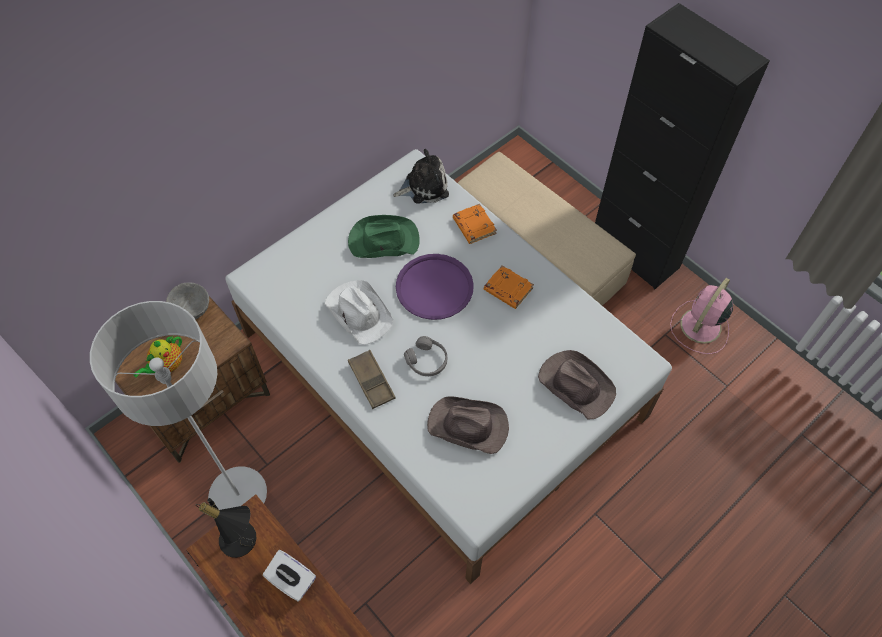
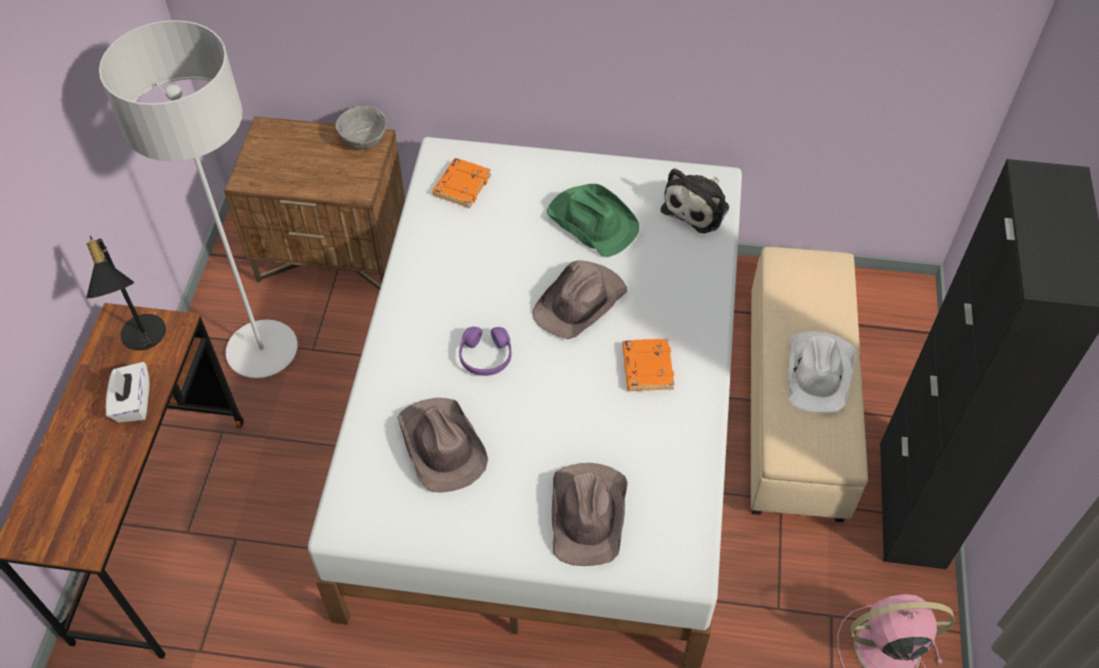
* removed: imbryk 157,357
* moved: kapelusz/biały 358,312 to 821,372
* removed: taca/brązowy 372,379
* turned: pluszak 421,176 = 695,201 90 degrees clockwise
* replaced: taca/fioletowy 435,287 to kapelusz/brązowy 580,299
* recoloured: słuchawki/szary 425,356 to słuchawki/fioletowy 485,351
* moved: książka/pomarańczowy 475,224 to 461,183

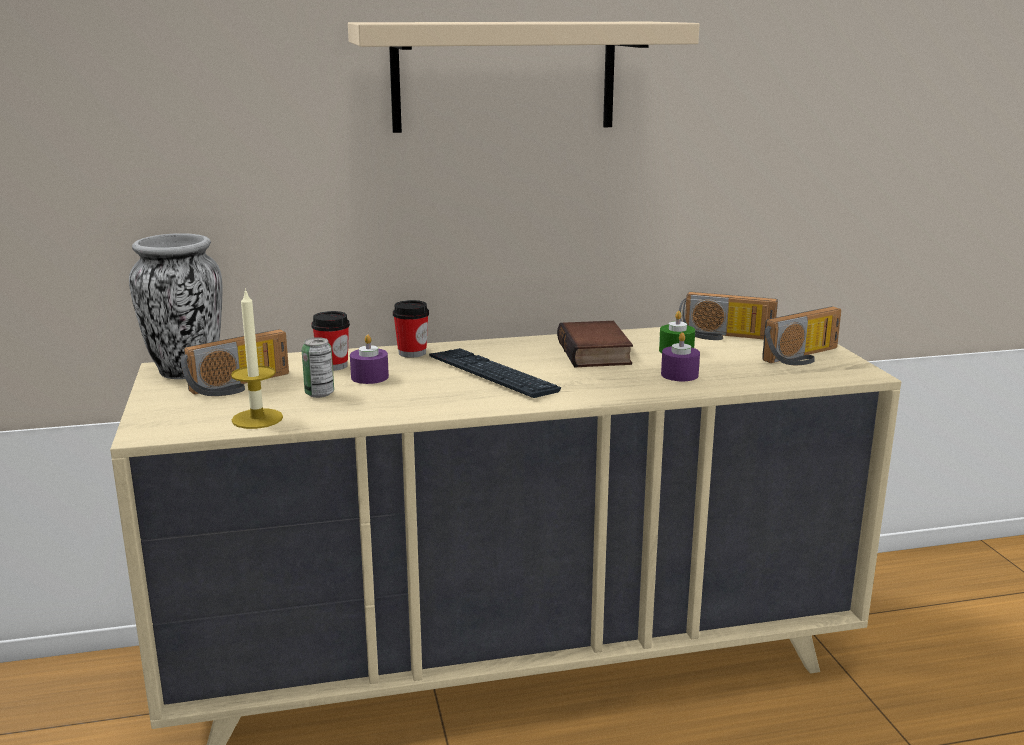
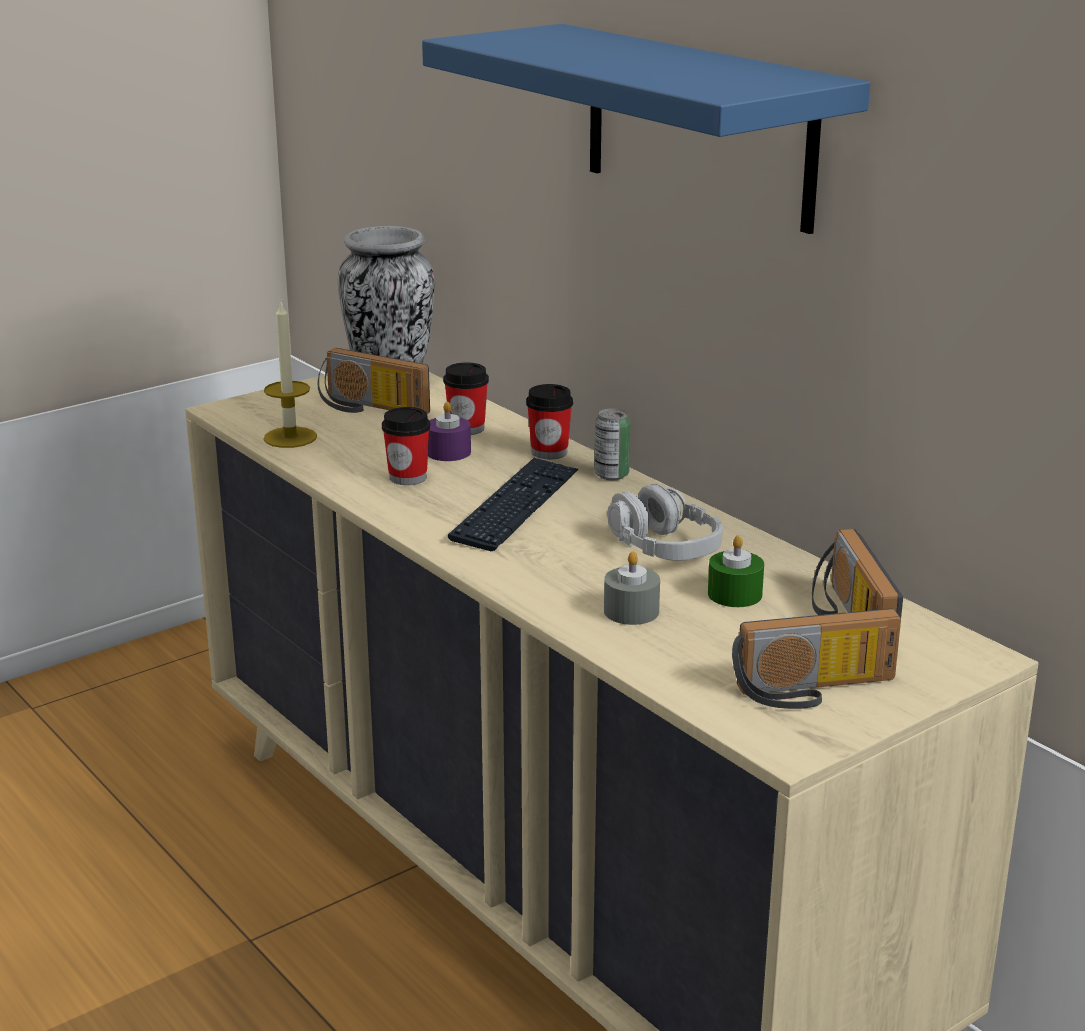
* moved: puszka 318,367 to 612,444
* recoloured: półka/beżowy 524,77 to półka/niebieski 646,129
* replaced: książka 595,344 to słuchawki/szary 665,522
* recoloured: świeca/fioletowy 680,356 to świeca/szary 632,588
* turned: radio 801,335 = 816,658 45 degrees counterclockwise
* added: filiżanka 406,446

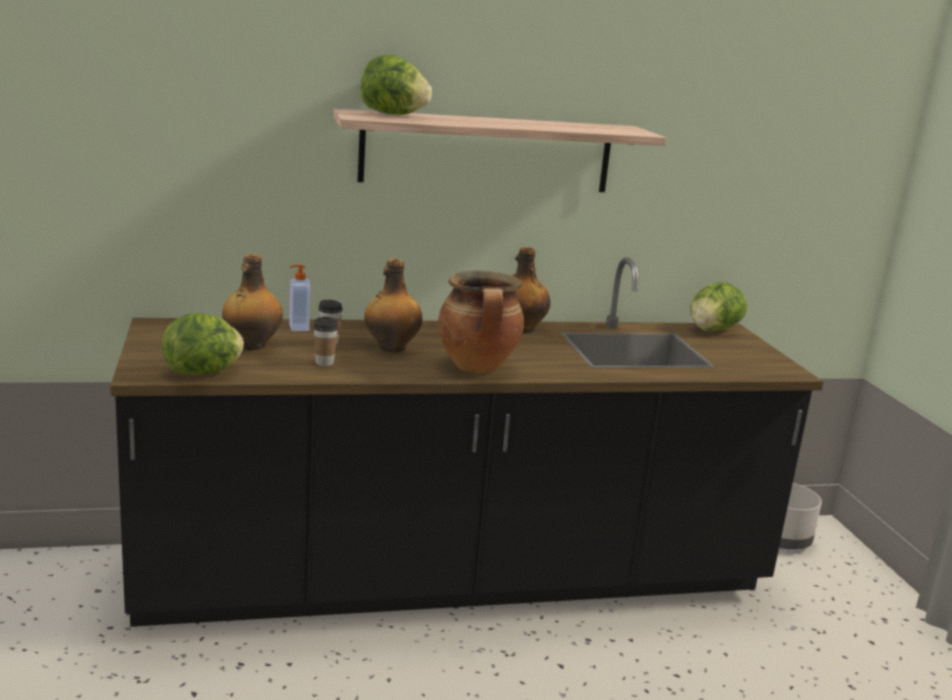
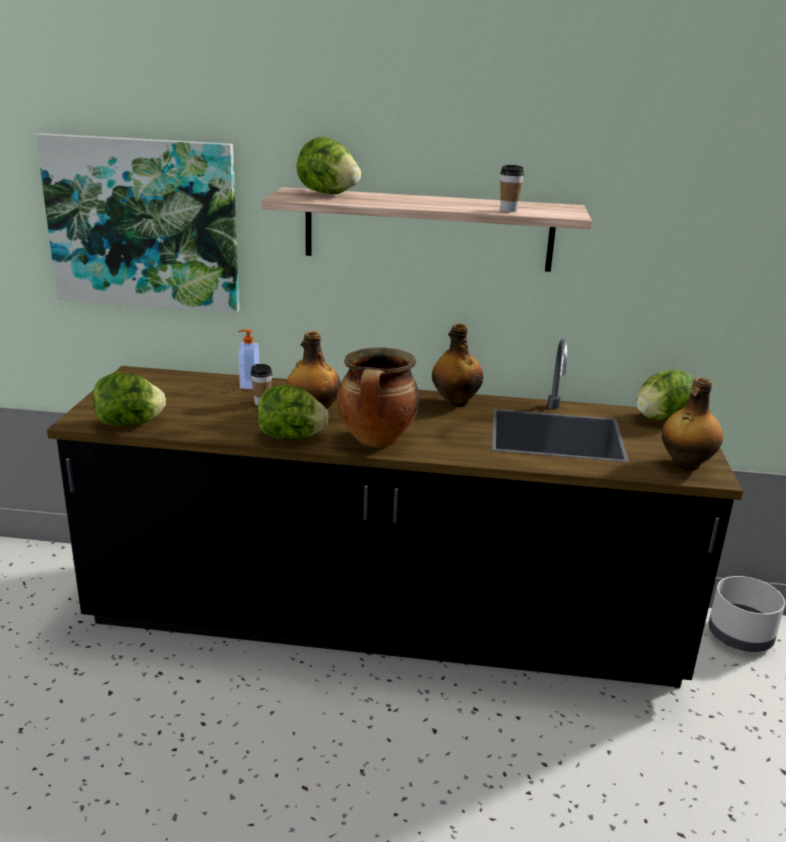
* moved: butelka 252,302 to 692,423
* moved: filiżanka 326,341 to 512,188
* added: obraz 137,223
* added: sałata 293,412

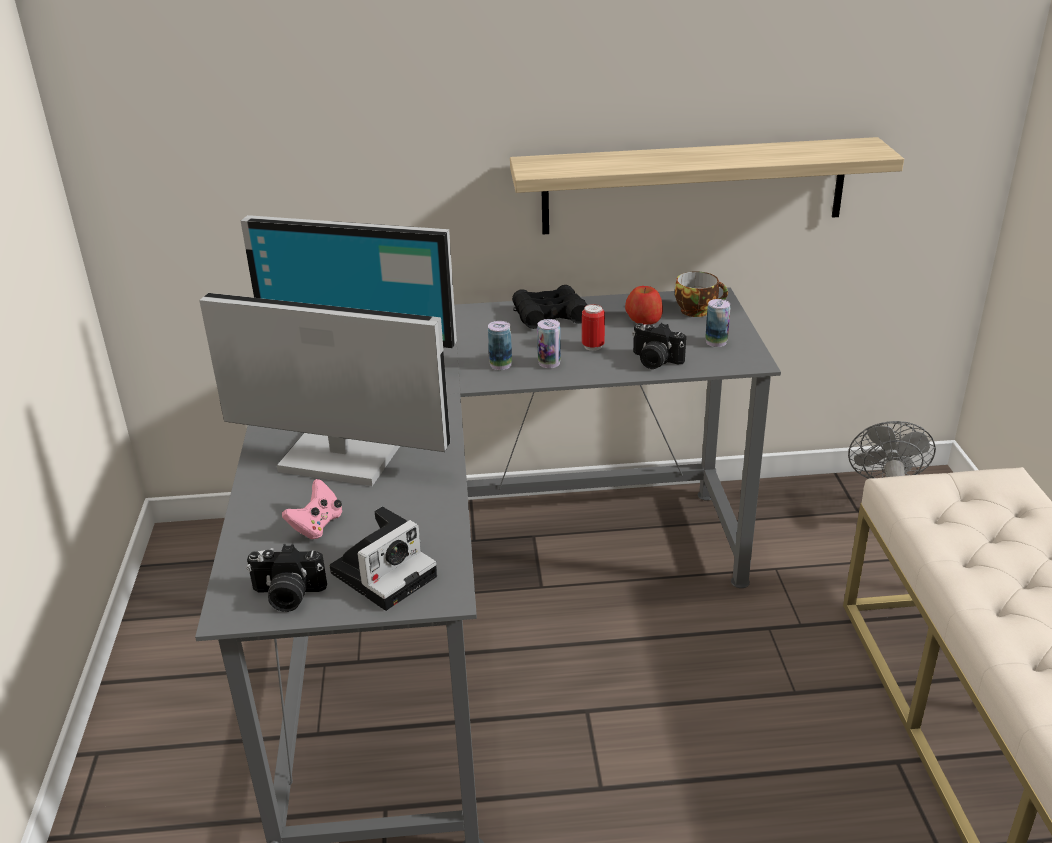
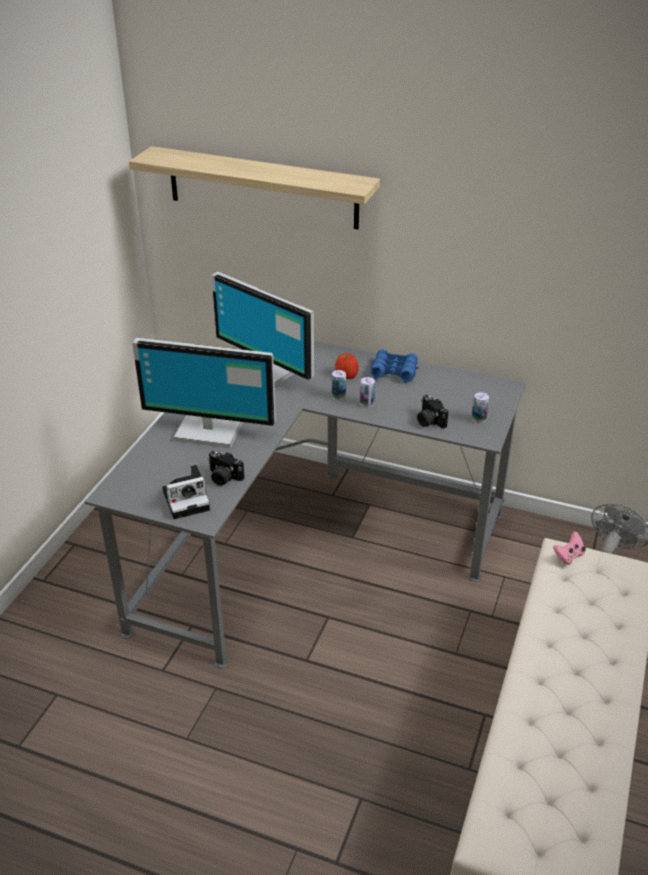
* turned: monitor 324,389 = 204,393 150 degrees clockwise
* moved: aparat fotograficzny 286,578 to 226,468
* moved: pad do gier/różowy 312,509 to 569,548
* moved: półka 707,185 to 254,187
* recoloured: lornetka/czarny 549,307 to lornetka/niebieski 394,365
* removed: puszka 593,327
* moved: jabłko 644,305 to 347,366
* removed: filiżanka 701,294

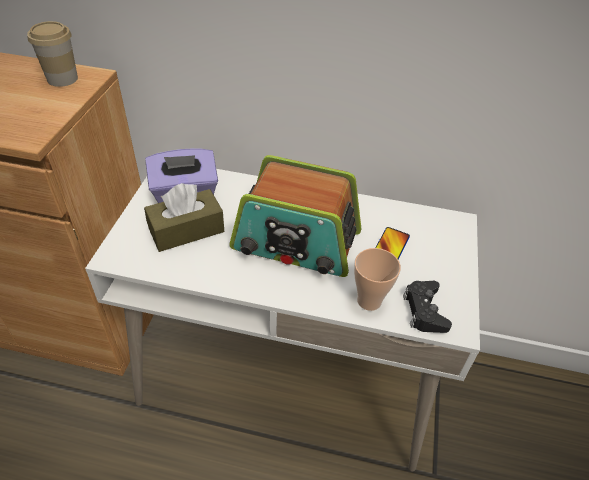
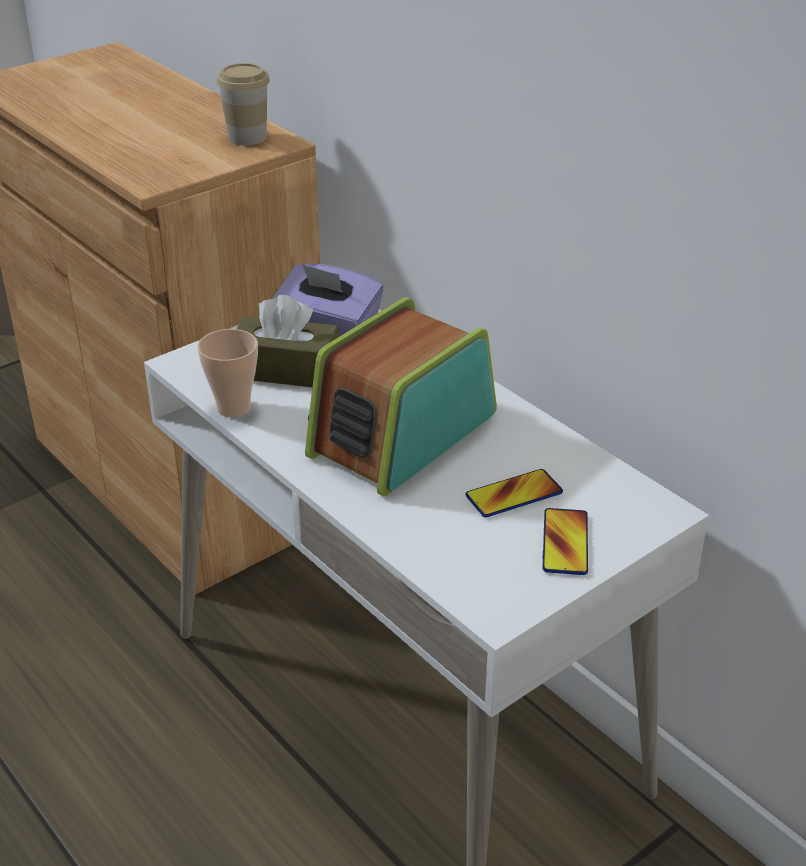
* turned: radio 295,216 = 401,397 75 degrees clockwise
* moved: filiżanka 377,279 to 227,373
* removed: pad do gier/czarny 427,307
* added: telefon 565,541

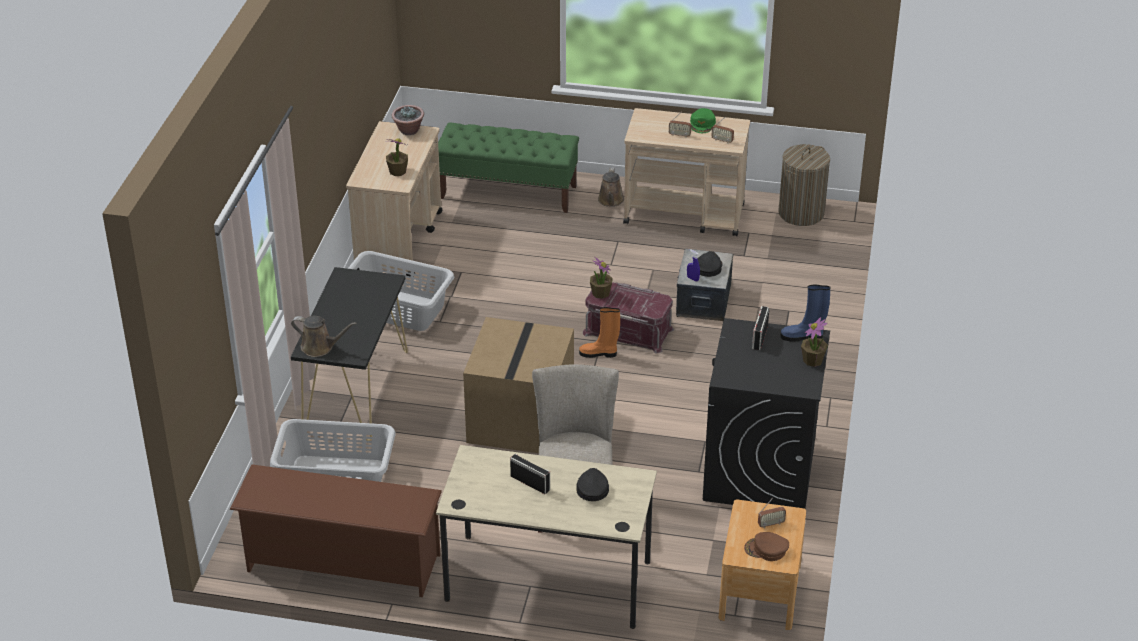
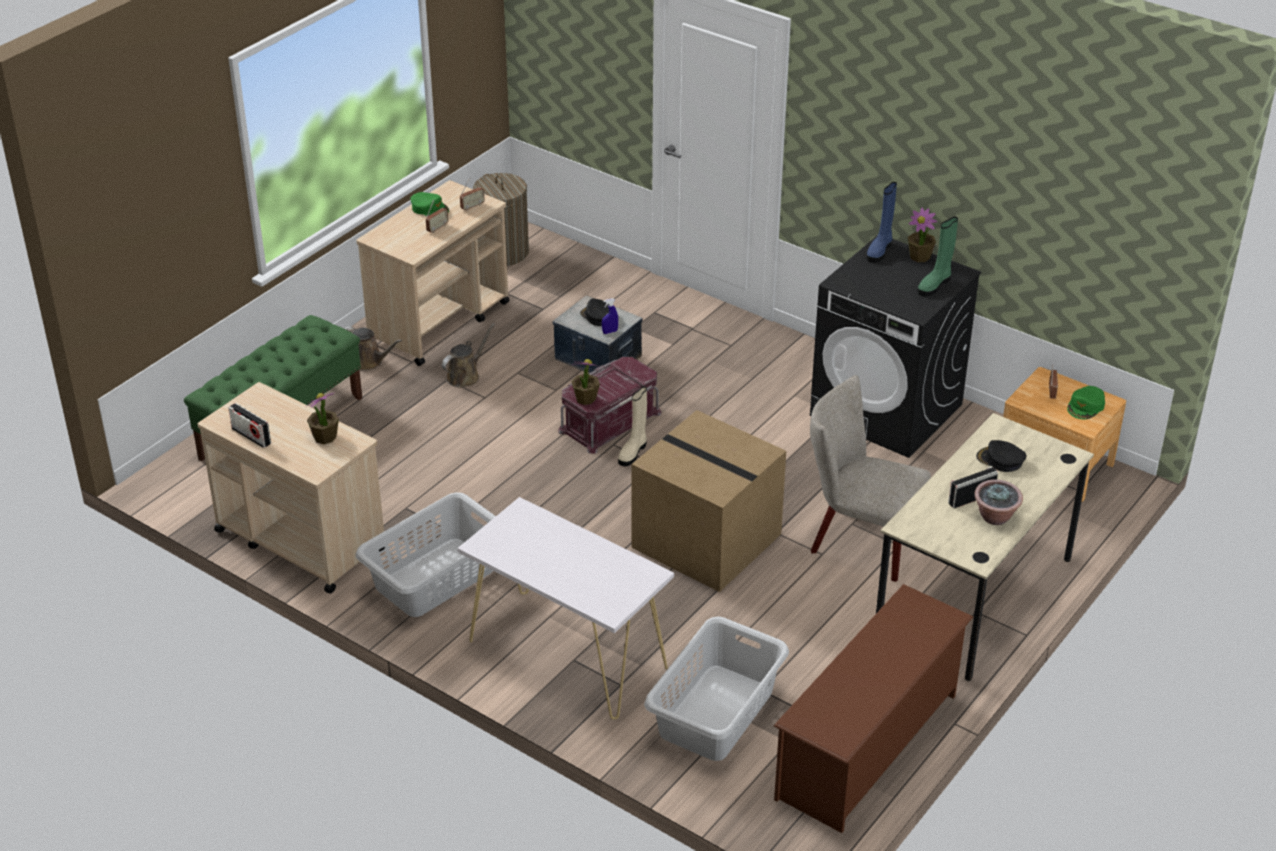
* recoloured: stolik konsolowy/czarny 349,354 to stolik konsolowy/biały 566,608
* moved: konewka/brązowy 324,336 to 468,355
* moved: roślina doniczkowa 408,120 to 998,502
* recoloured: but z cholewką/pomarańczowy 599,332 to but z cholewką/beżowy 632,426
* recoloured: czapka z daszkiem/brązowy 766,546 to czapka z daszkiem/zielony 1086,402
* moved: radio 760,328 to 249,425
* added: but z cholewką/zielony 938,257

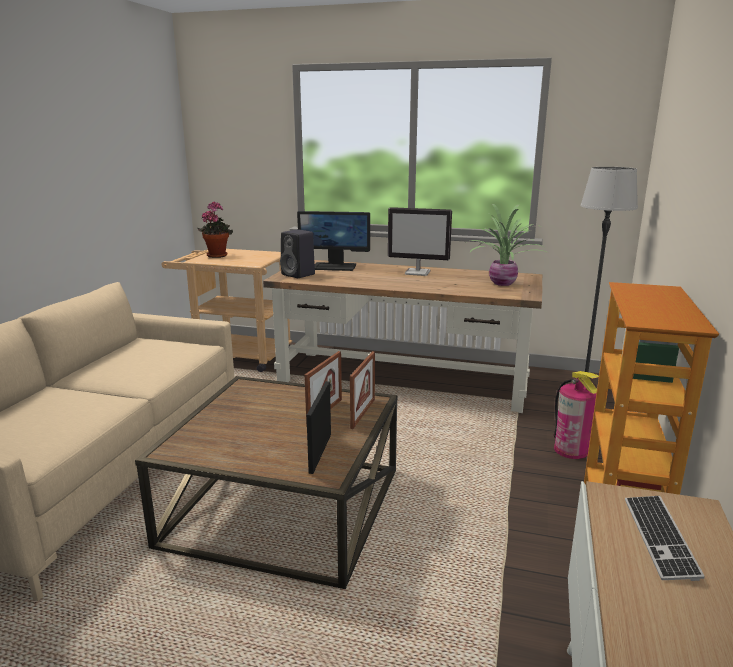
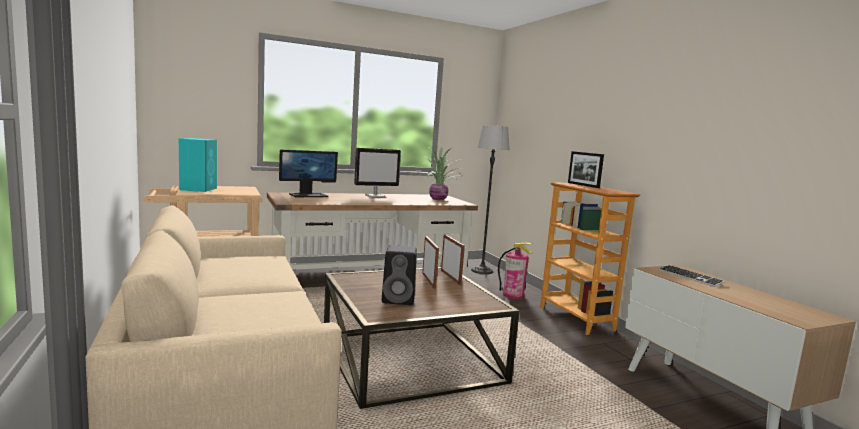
* replaced: roślina doniczkowa 215,229 to głośnik/turkusowy 198,165
* moved: głośnik/czarny 297,253 to 399,275
* moved: ramka na zdjęcie 318,427 to 586,169

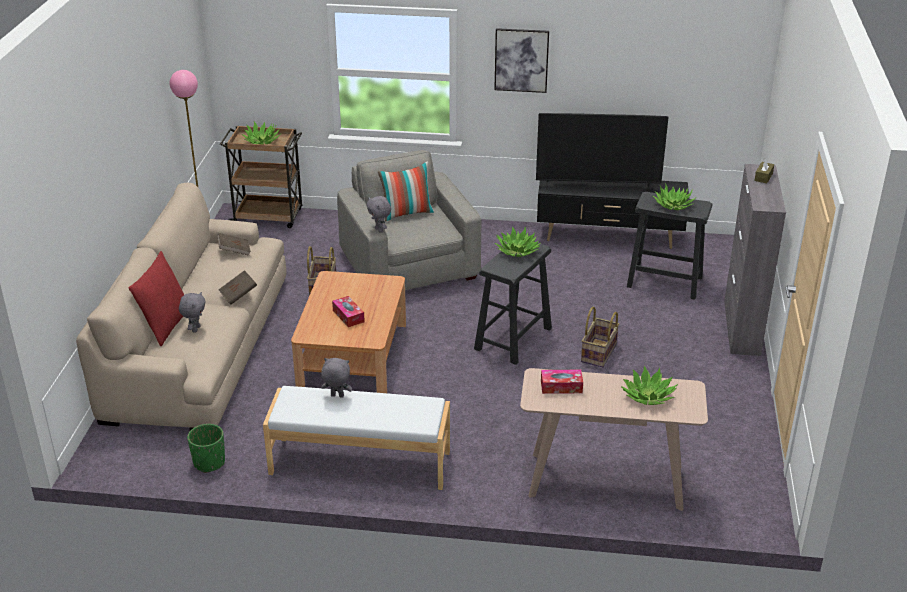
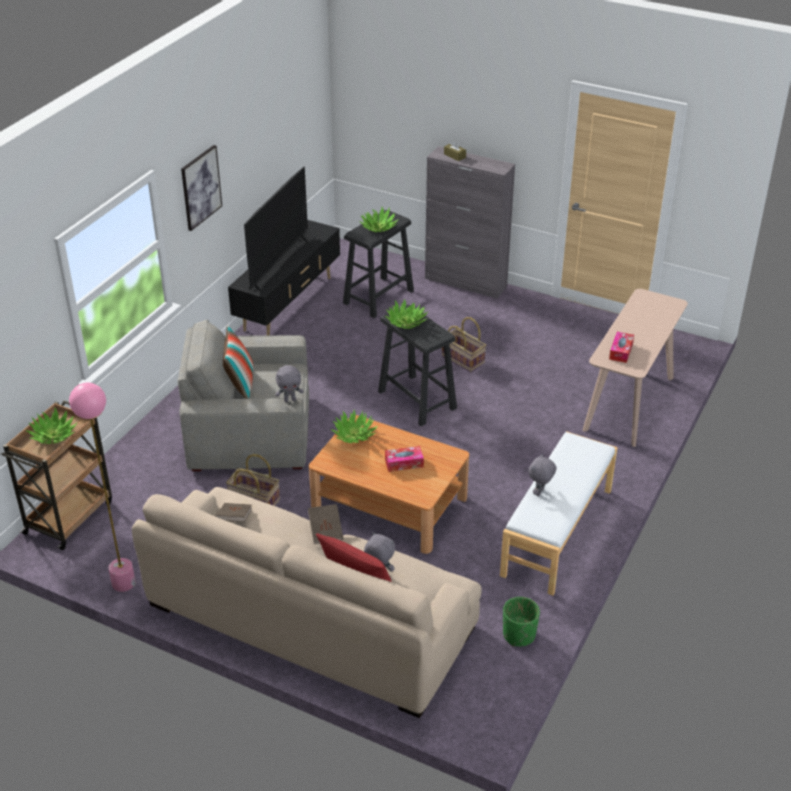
* moved: roślina doniczkowa 649,385 to 355,426

